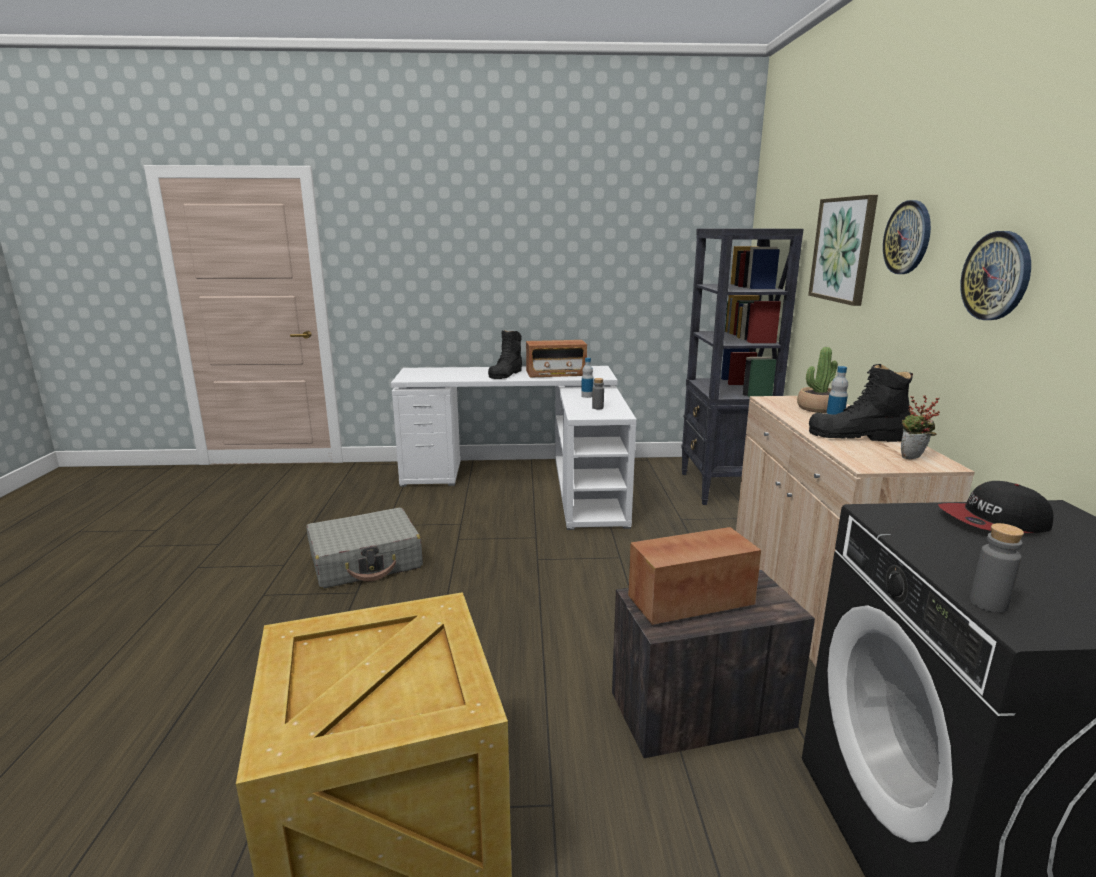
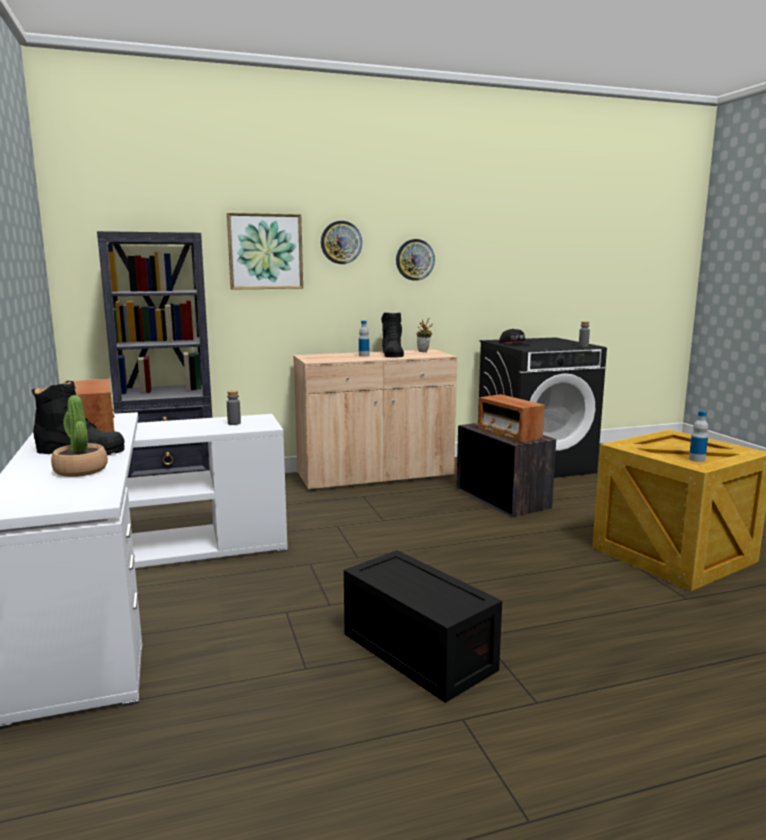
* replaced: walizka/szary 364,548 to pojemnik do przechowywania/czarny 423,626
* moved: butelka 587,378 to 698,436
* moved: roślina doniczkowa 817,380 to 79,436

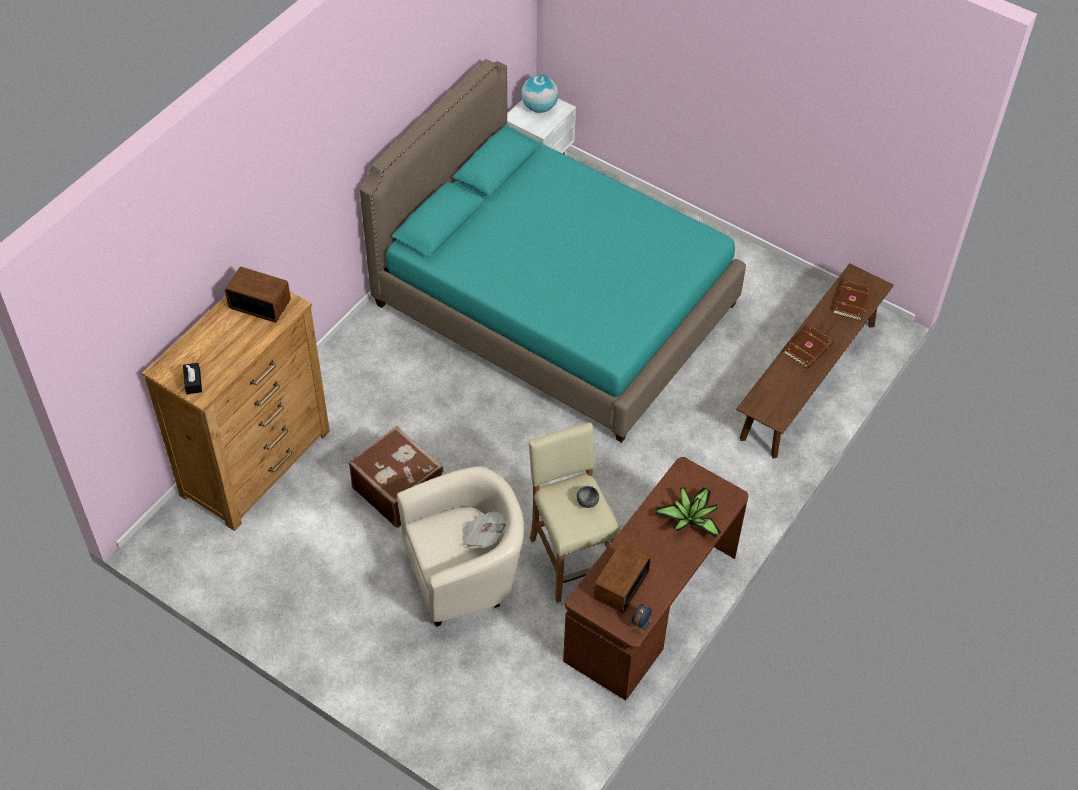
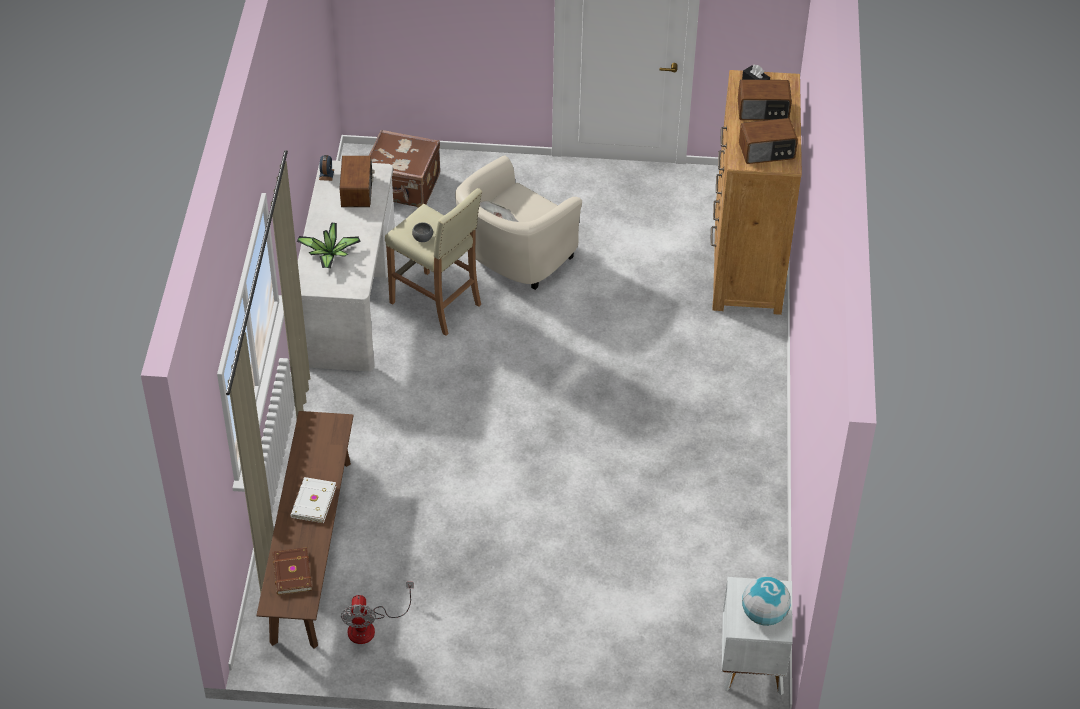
* moved: walizka/brązowy 396,477 to 404,169
* removed: łóżko/turkusowy 553,251
* recoloured: biurko/brązowy 655,579 to biurko/biały 346,265
* recoloured: książka/brązowy 809,347 to książka/biały 313,500
* added: wentylator 377,613
* added: radio 765,100

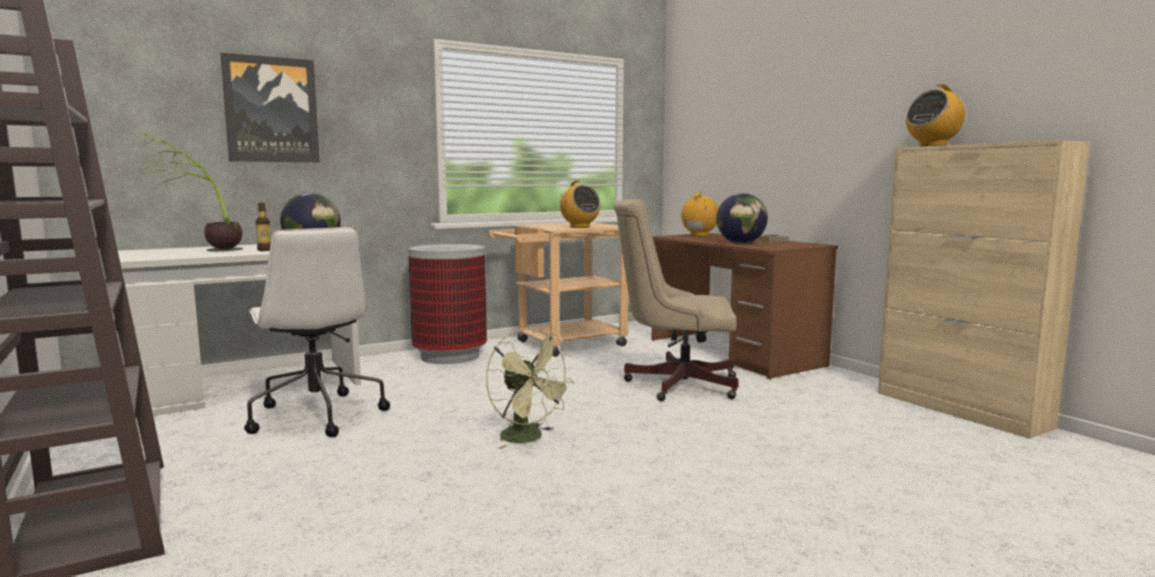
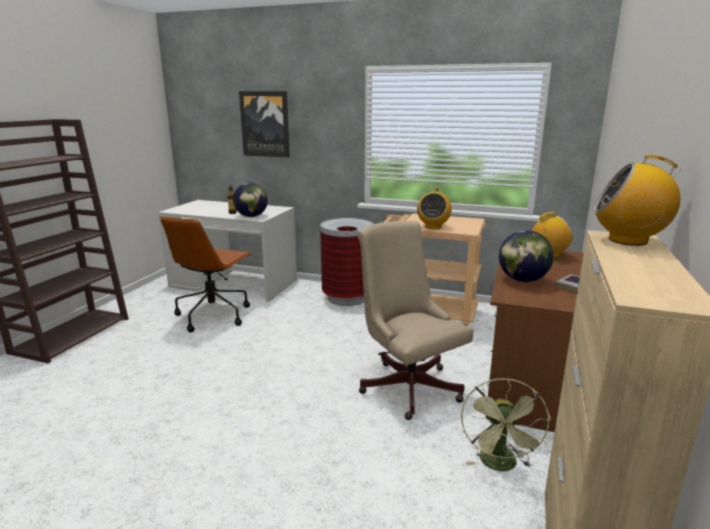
* removed: roślina doniczkowa 191,191
* recoloured: krzesło biurowe/biały 317,332 to krzesło biurowe/brązowy 206,274
* moved: wentylator/zielony 530,388 to 506,424

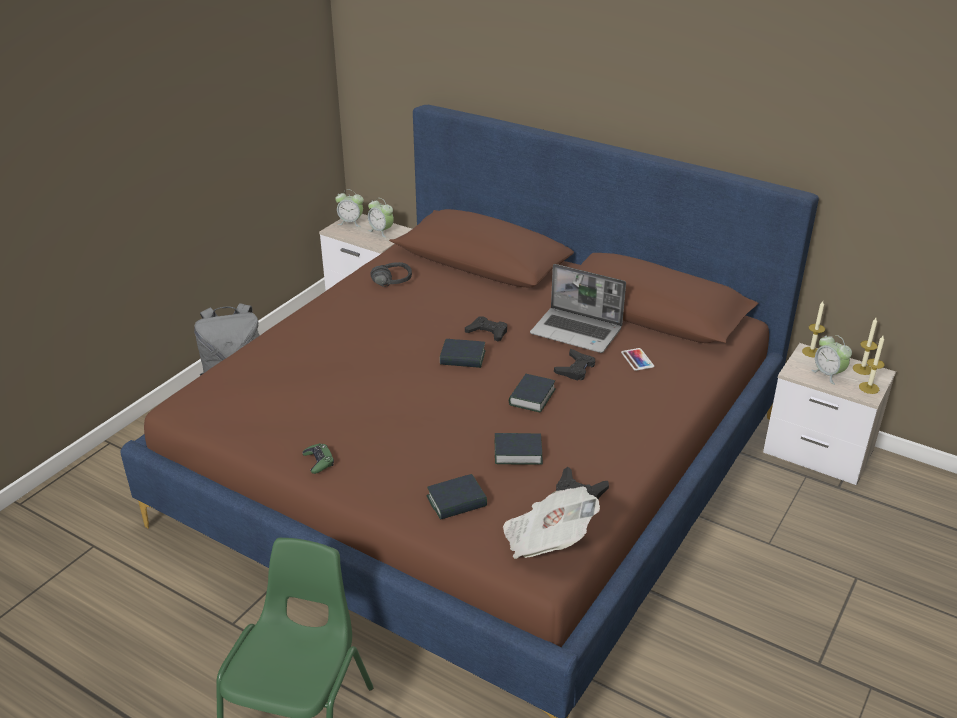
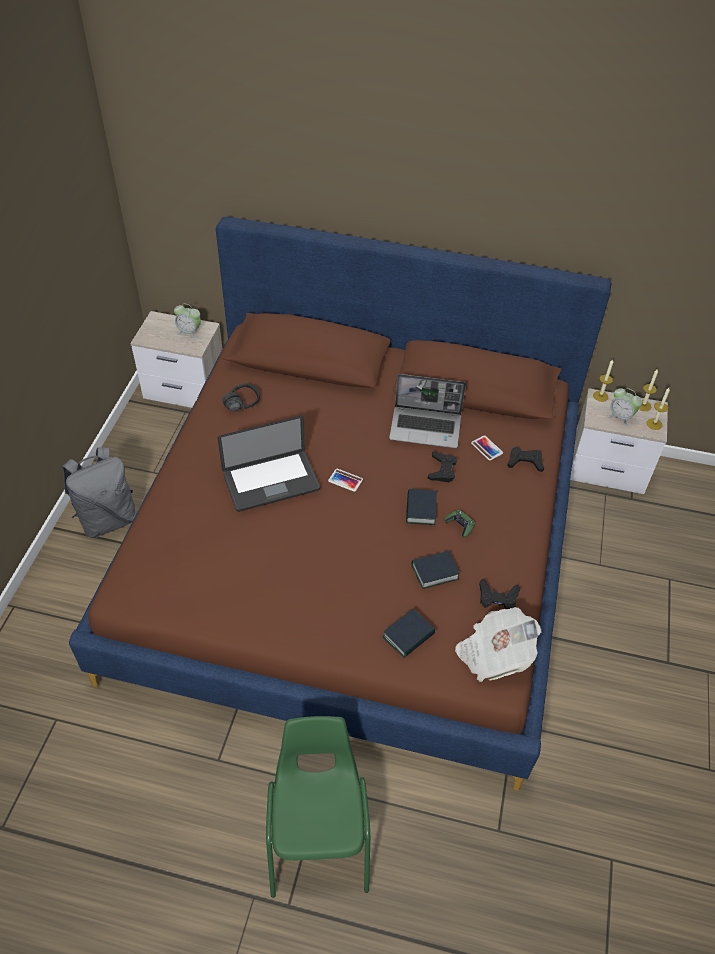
* moved: pad do gier/zielony 318,458 to 459,523
* removed: budzik 349,208
* replaced: książka 463,353 to telefon 345,480
* moved: pad do gier/czarny 486,329 to 525,459
* added: laptop 269,464

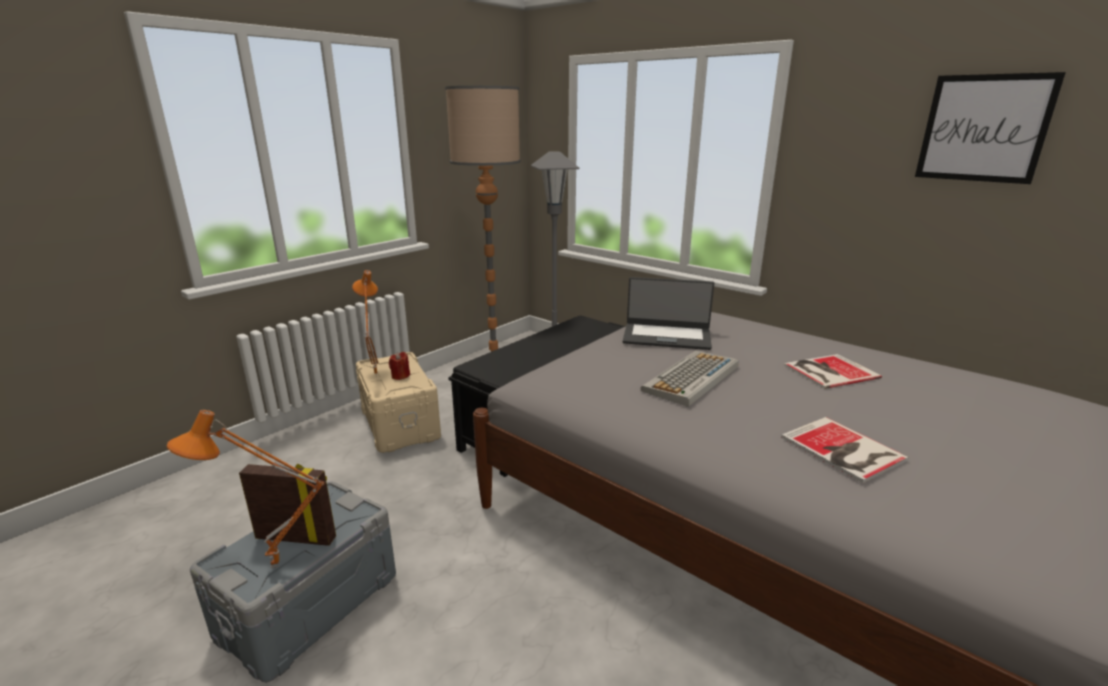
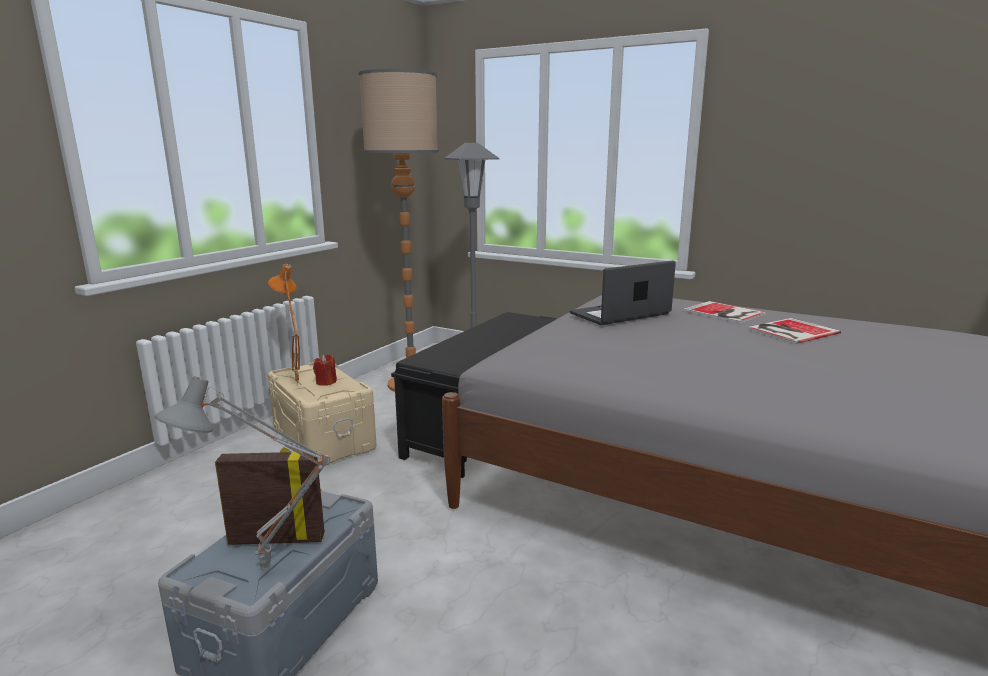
* recoloured: lampa stołowa/pomarańczowy 246,489 to lampa stołowa/szary 242,473
* turned: laptop 668,313 = 623,292 150 degrees clockwise
* removed: klawiatura 689,379
* moved: książka 845,450 to 724,312
* removed: obraz 990,128

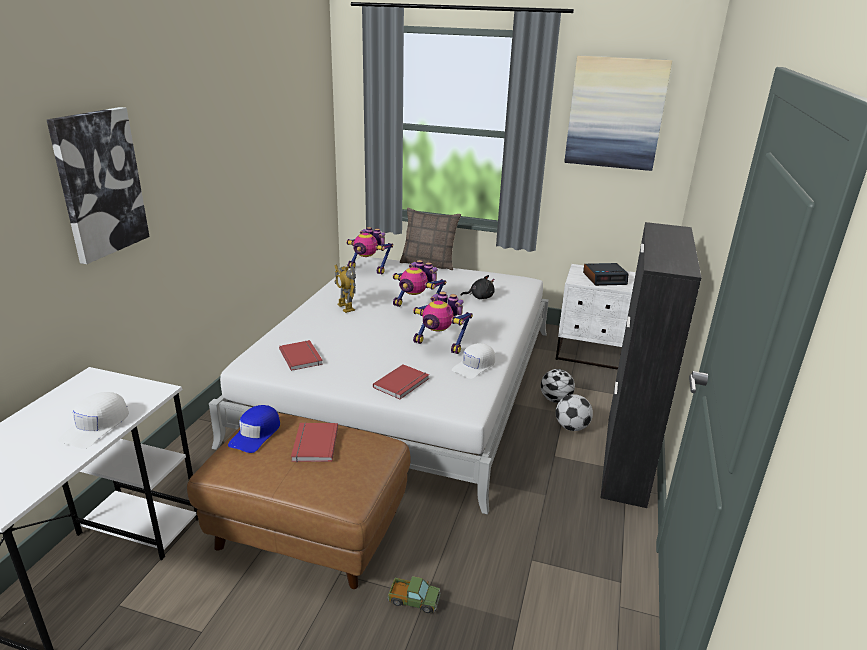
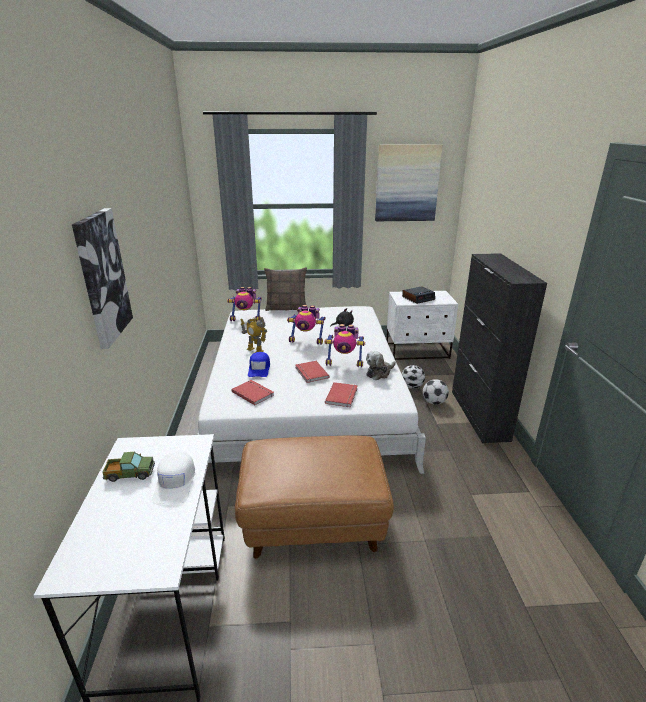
* moved: czapka z daszkiem/niebieski 254,429 to 259,364
* moved: książka/czerwony 314,442 to 312,372
* moved: ciężarówka zabawkowa 414,594 to 128,467
* replaced: czapka z daszkiem/biały 473,361 to pluszak 381,365

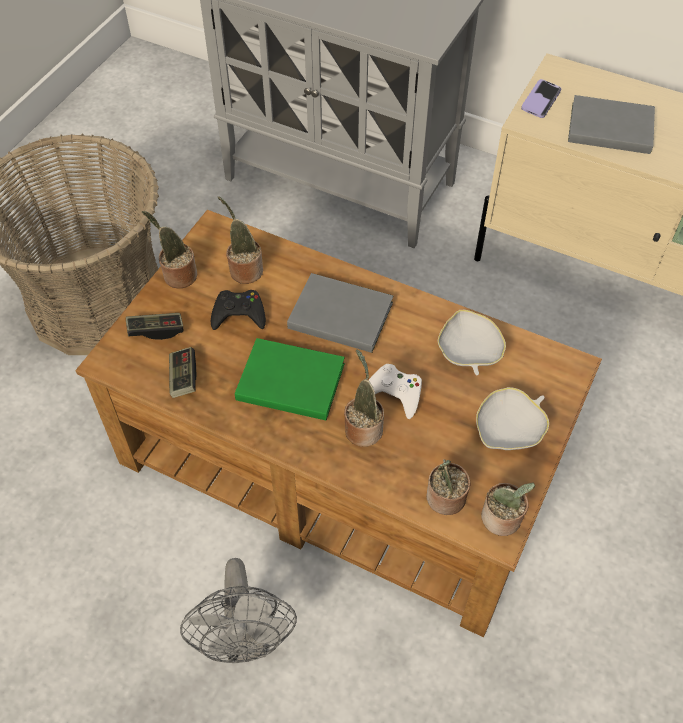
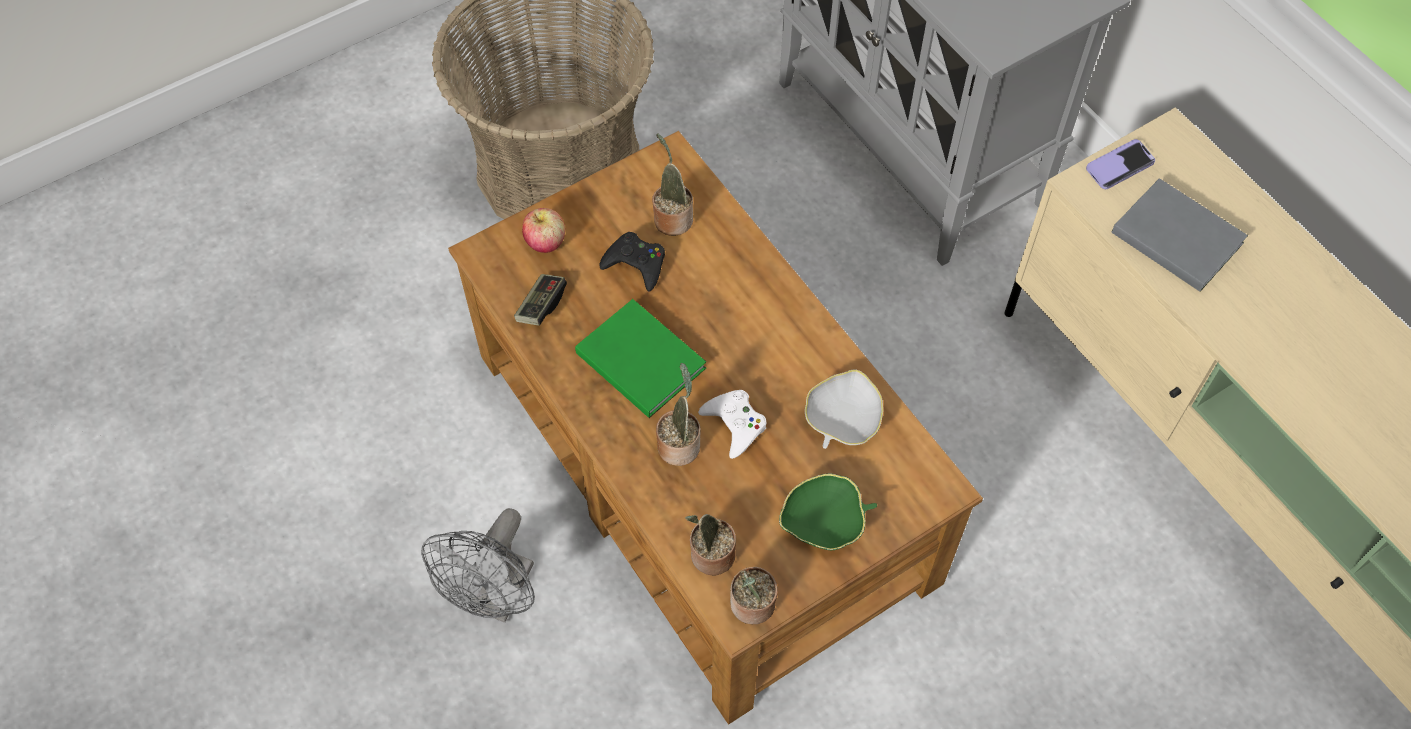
* replaced: pad do gier 154,326 to jabłko 543,230
* removed: roślina doniczkowa 169,249
* removed: książka/szary 340,313
* recoloured: miska/biały 512,418 to miska/zielony 828,512

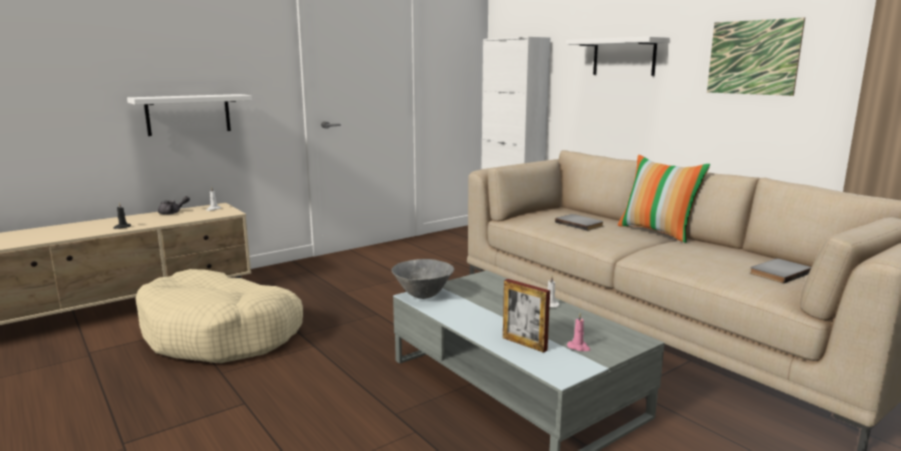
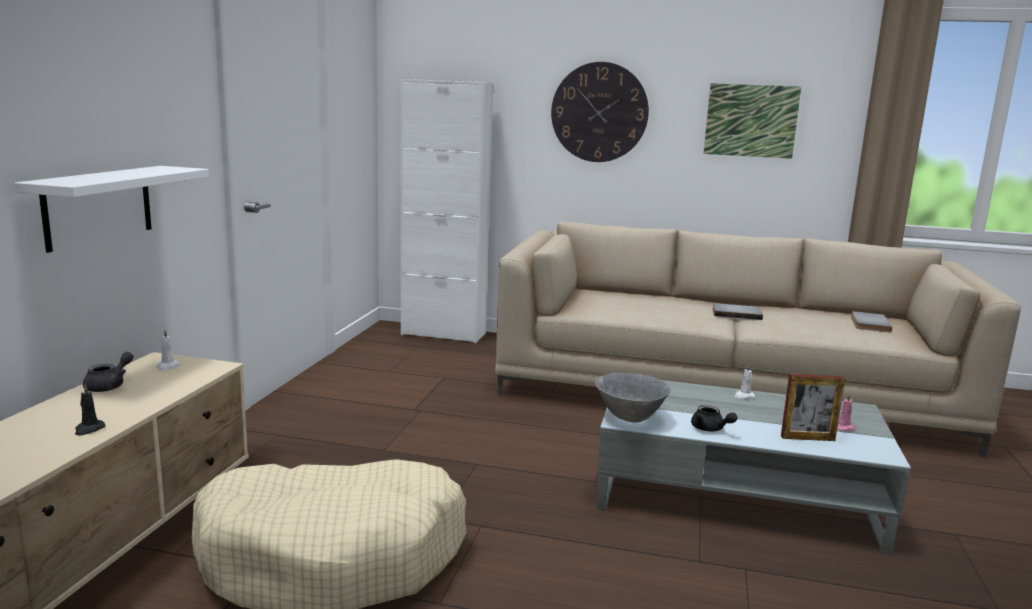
* moved: książka/szary 579,222 to 737,311
* replaced: półka/biały 618,56 to zegar ścienny 600,112
* removed: poduszka 663,199
* added: imbryk/czarny 714,418

